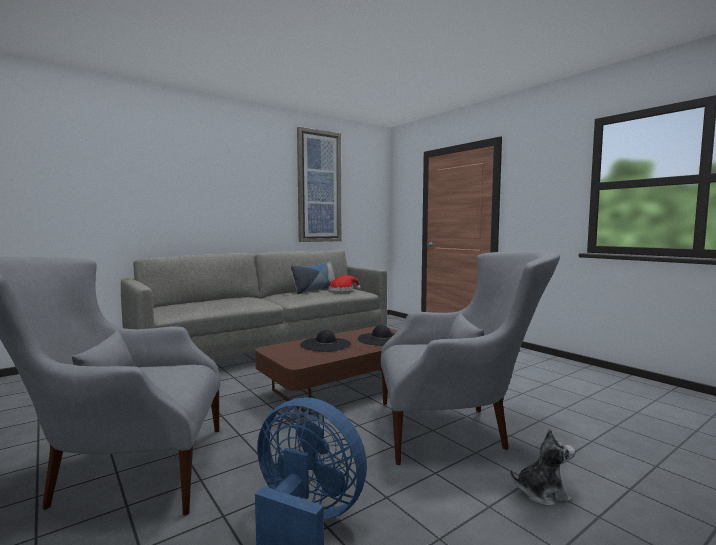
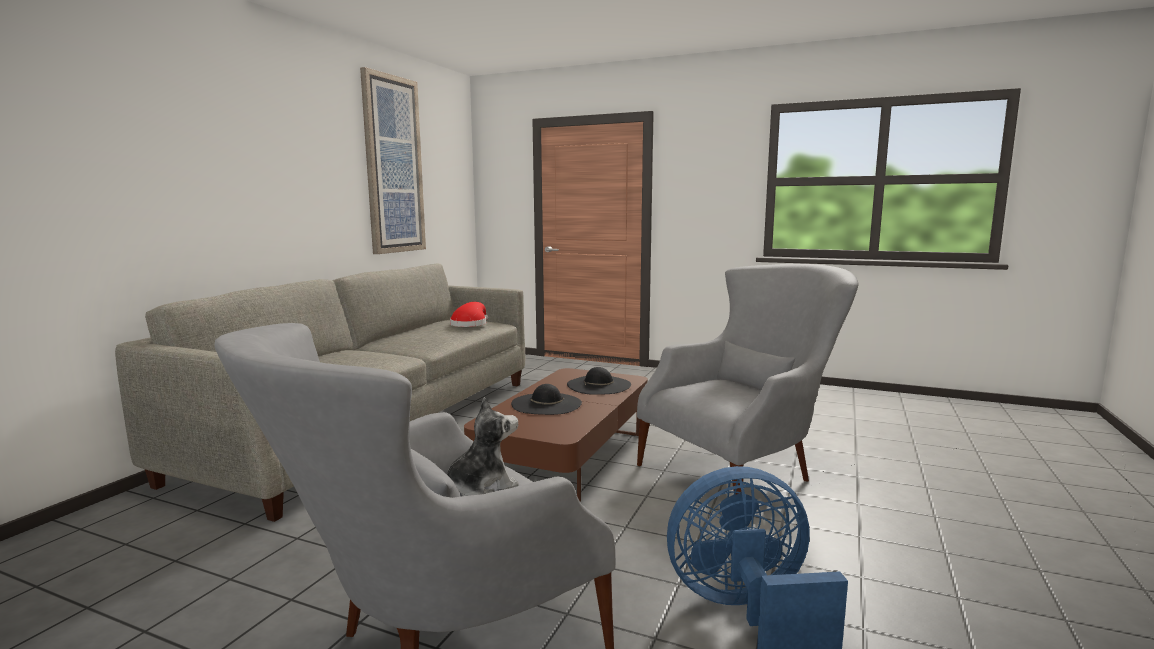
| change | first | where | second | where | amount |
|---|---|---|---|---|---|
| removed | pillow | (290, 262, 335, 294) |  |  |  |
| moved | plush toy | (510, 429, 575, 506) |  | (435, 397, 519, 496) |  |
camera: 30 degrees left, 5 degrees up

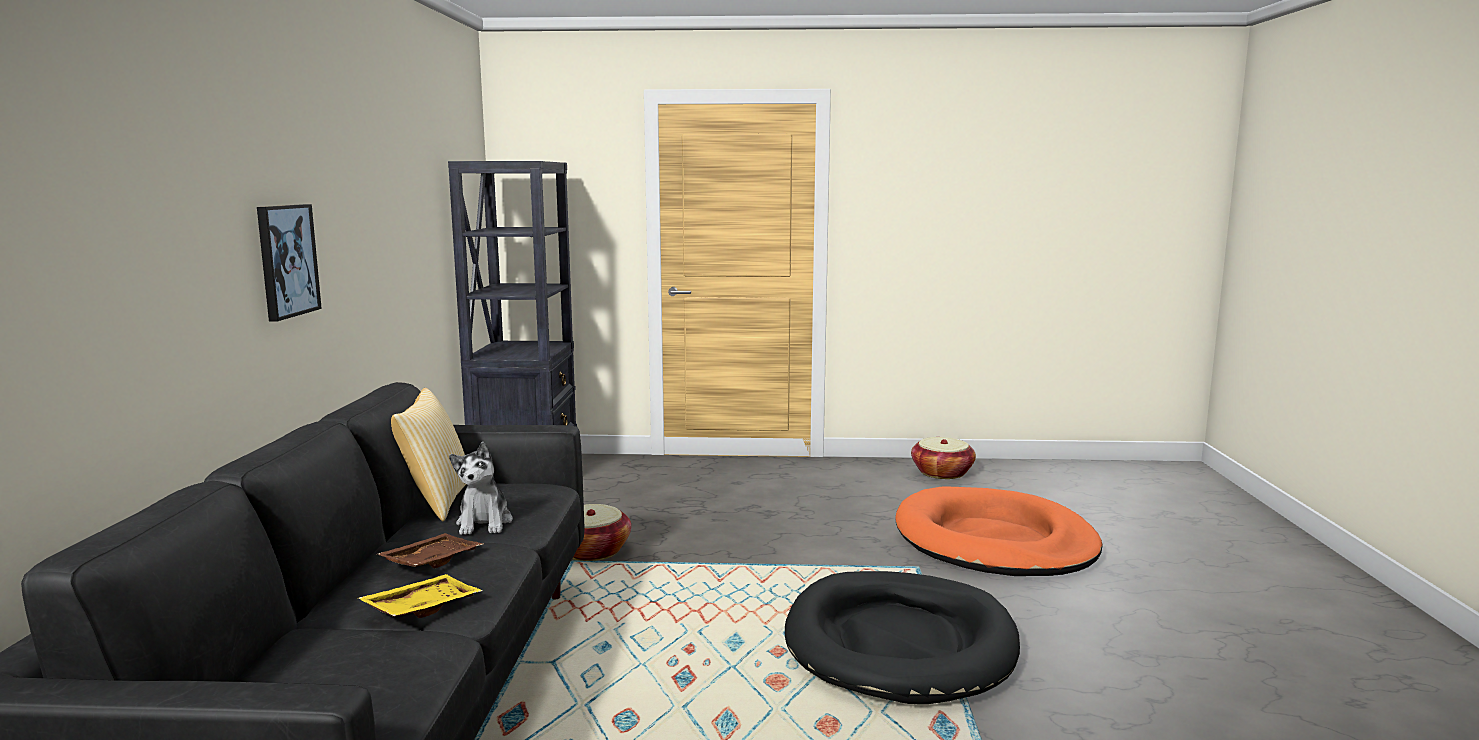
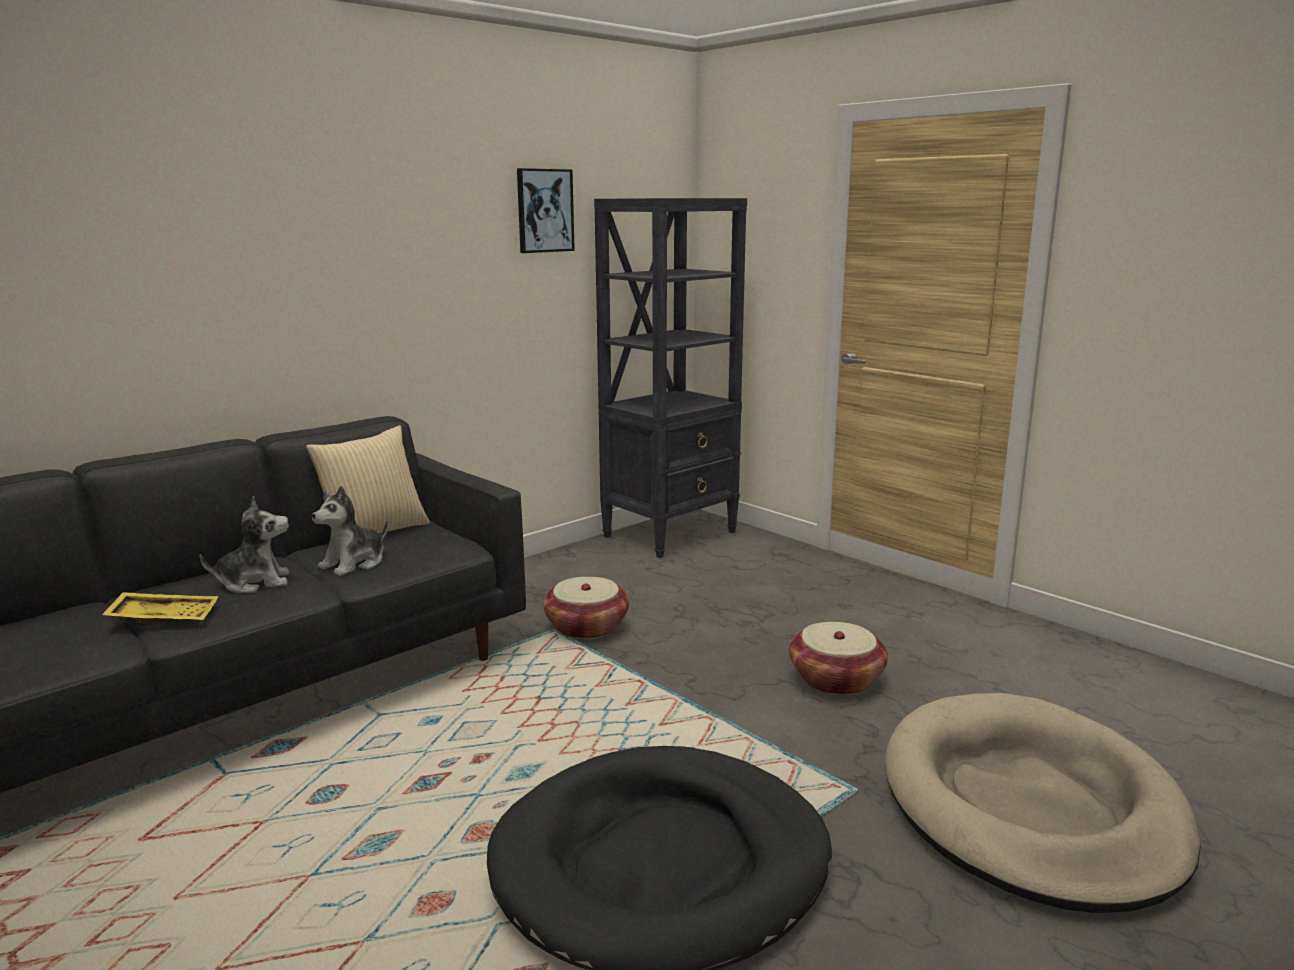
| change | first | where | second | where | amount |
|---|---|---|---|---|---|
| moved | picture | (257, 204, 322, 321) |  | (517, 168, 575, 253) |  |
| replaced | brown tray | (377, 533, 483, 568) | plush toy | (200, 496, 289, 593) |  |
| recoloured | orange dog bed | (896, 486, 1103, 576) | beige dog bed | (885, 693, 1201, 913) |  |
| moved | basket | (911, 437, 976, 479) |  | (789, 622, 888, 695) |  |
camera: 45 degrees right, 5 degrees up

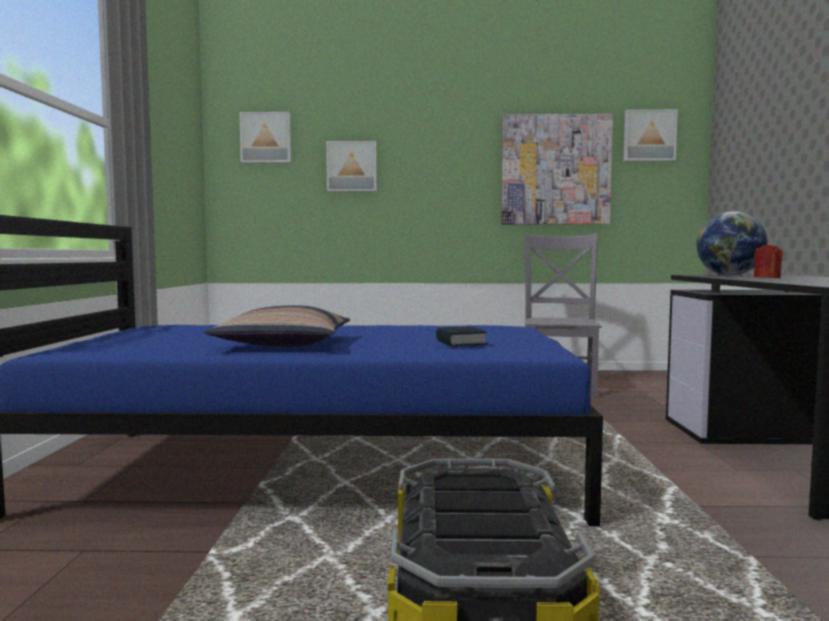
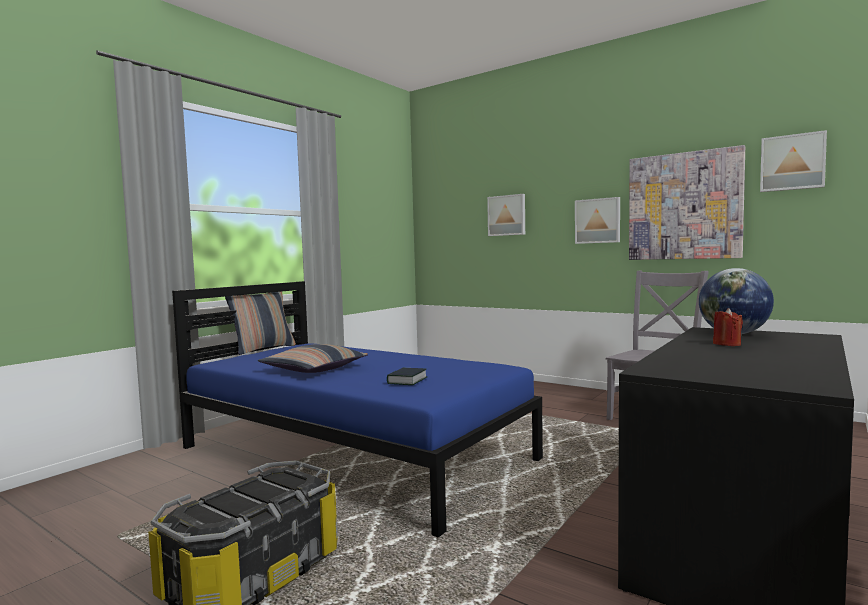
| change | first | where | second | where | amount |
|---|---|---|---|---|---|
| moved | picture | (239, 112, 291, 163) |  | (575, 197, 620, 244) |  |
| added |  |  | pillow | (225, 292, 296, 355) |  |
camera: 35 degrees right, 0 degrees up

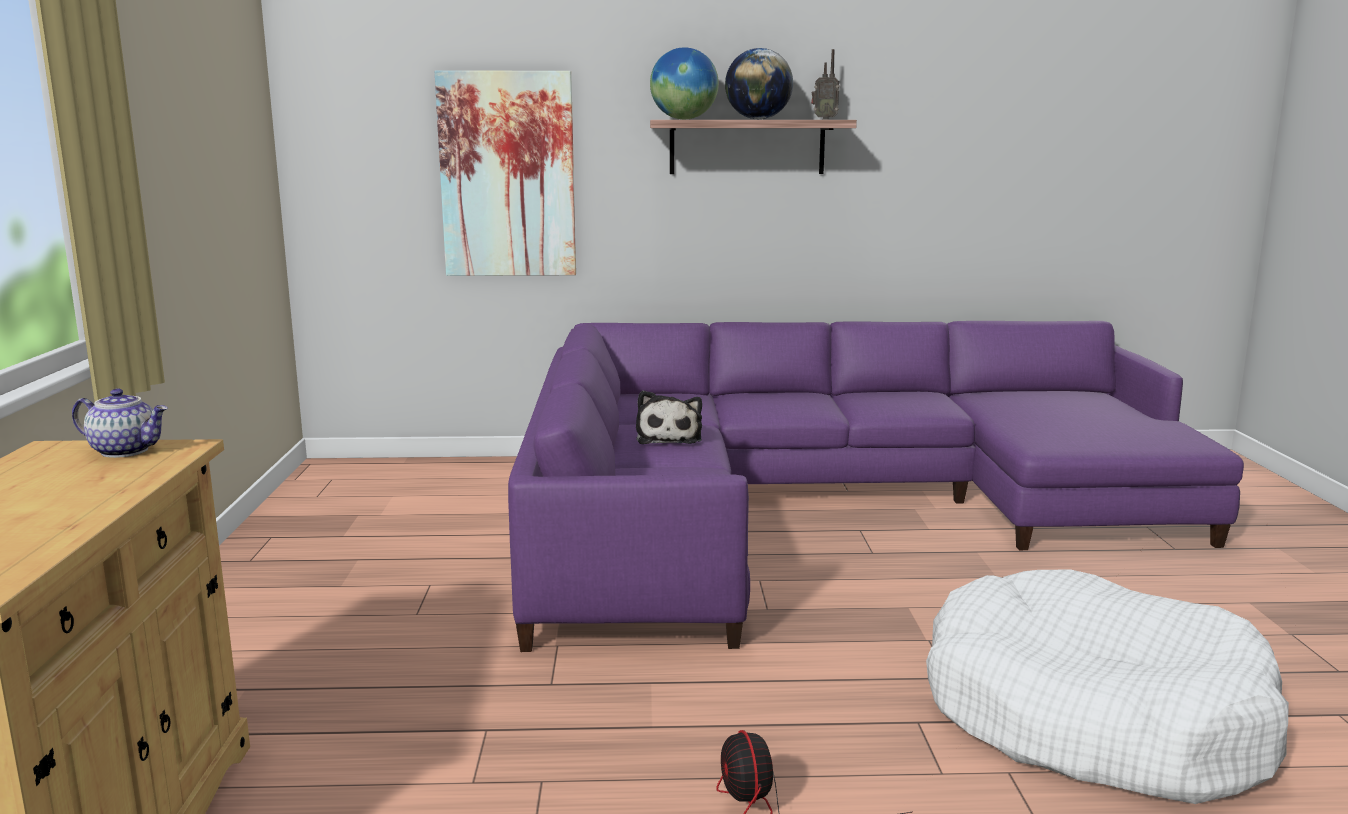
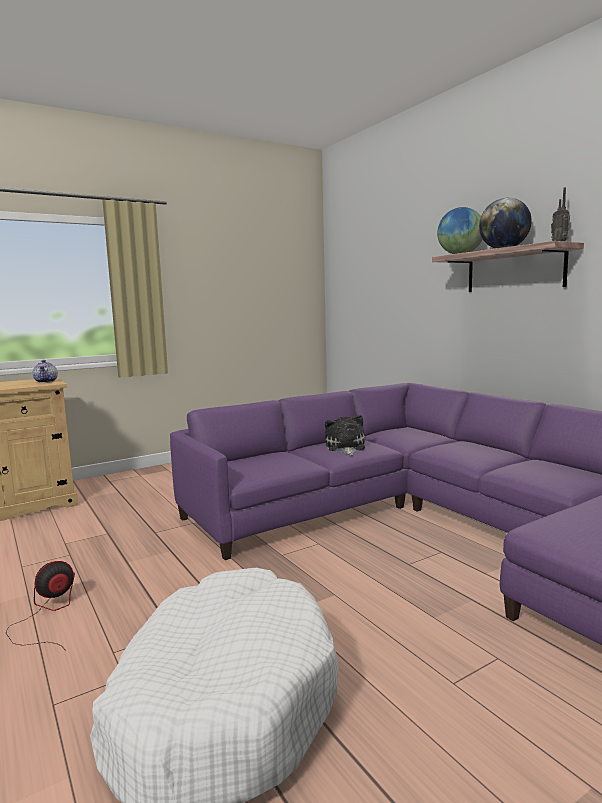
| change | first | where | second | where | amount |
|---|---|---|---|---|---|
| removed | picture | (435, 71, 576, 276) |  |  |  |
| turned | plush toy | (636, 391, 702, 444) |  | (325, 415, 365, 455) | 120 degrees clockwise |
camera: 60 degrees right, 5 degrees down

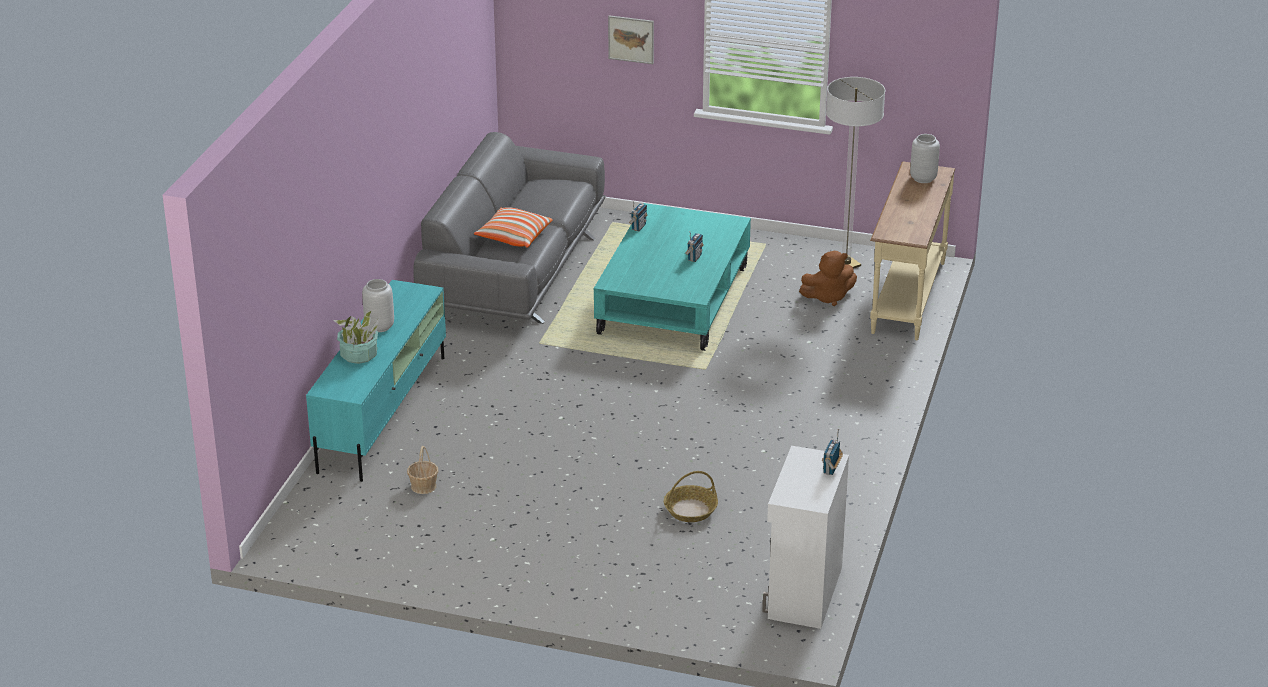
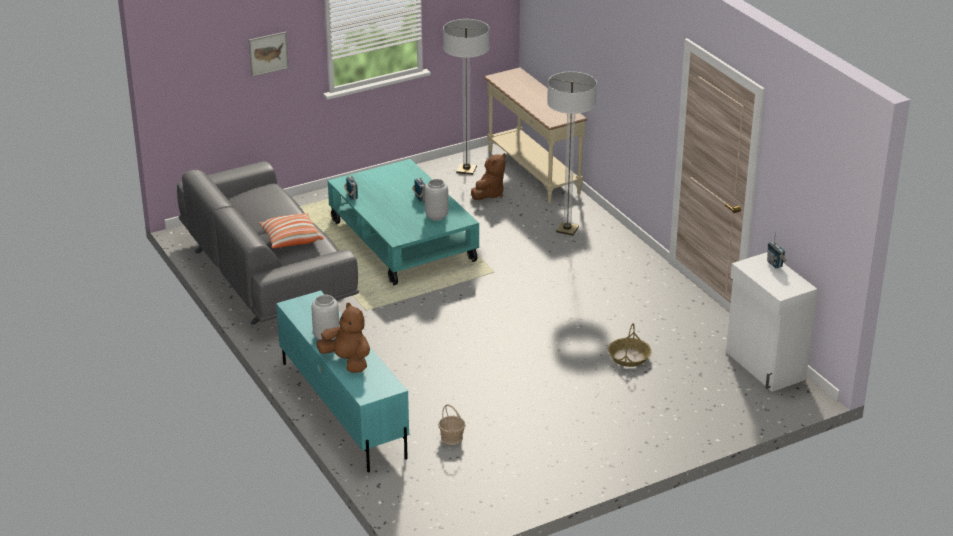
| change | first | where | second | where | amount |
|---|---|---|---|---|---|
| replaced | potted plant | (334, 310, 379, 364) | brown plush toy | (316, 303, 370, 373) |  |
| moved | grey vase | (910, 134, 940, 183) |  | (425, 179, 448, 221) |  |
| added |  |  | floor lamp | (547, 71, 597, 236) |  |
camera: 45 degrees left, 0 degrees up

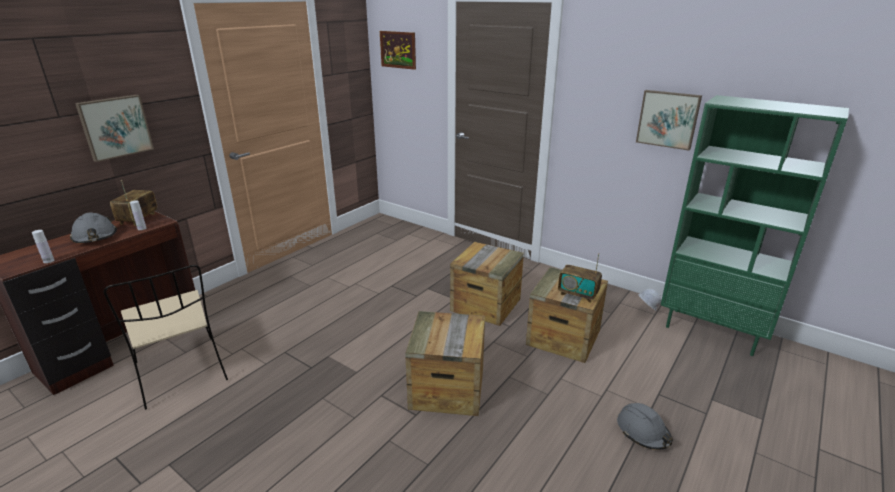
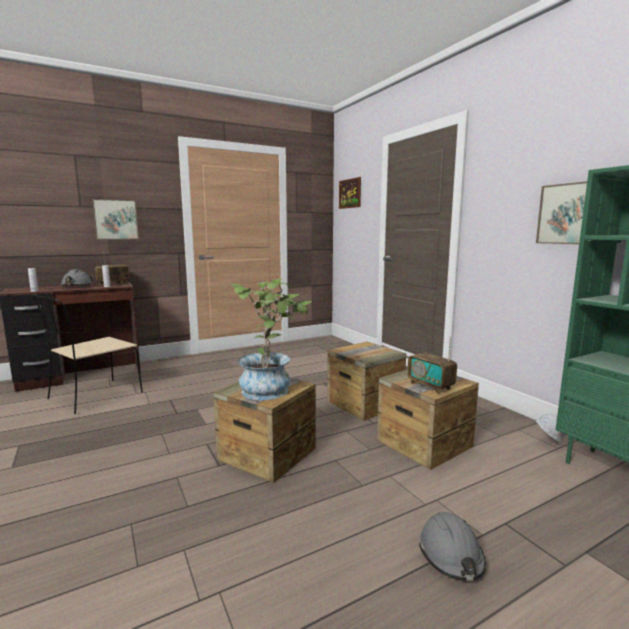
| change | first | where | second | where | amount |
|---|---|---|---|---|---|
| turned | beige chair | (104, 265, 228, 410) |  | (32, 294, 143, 414) | 45 degrees clockwise |
| added |  |  | potted plant | (230, 278, 312, 400) |  |
camera: 25 degrees right, 15 degrees down

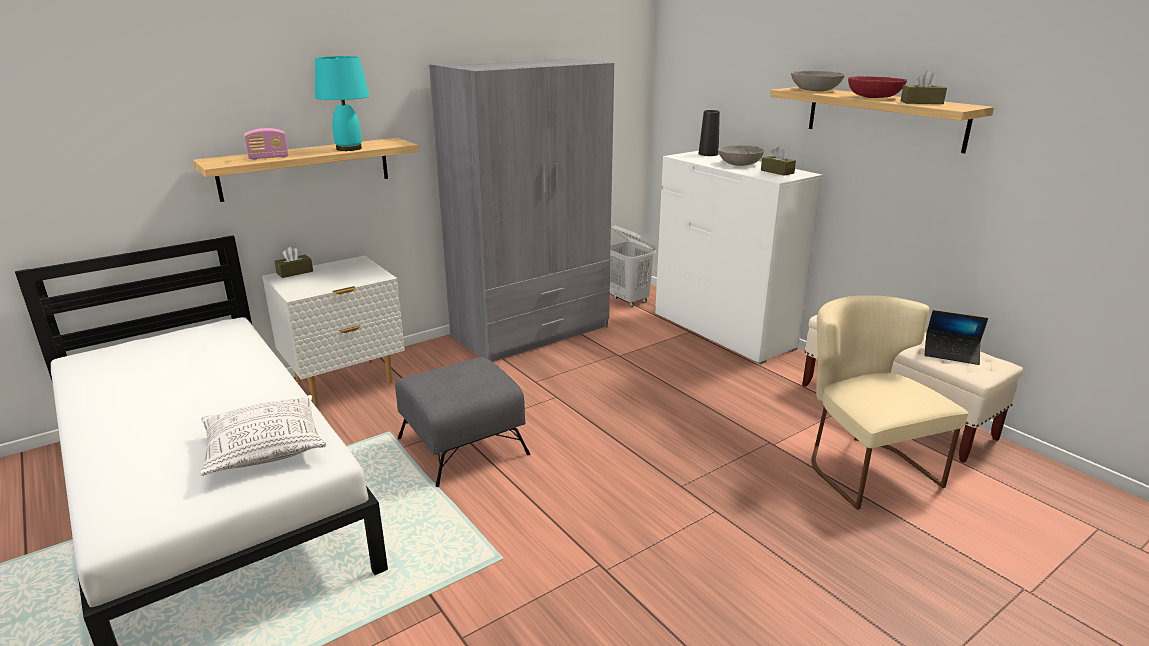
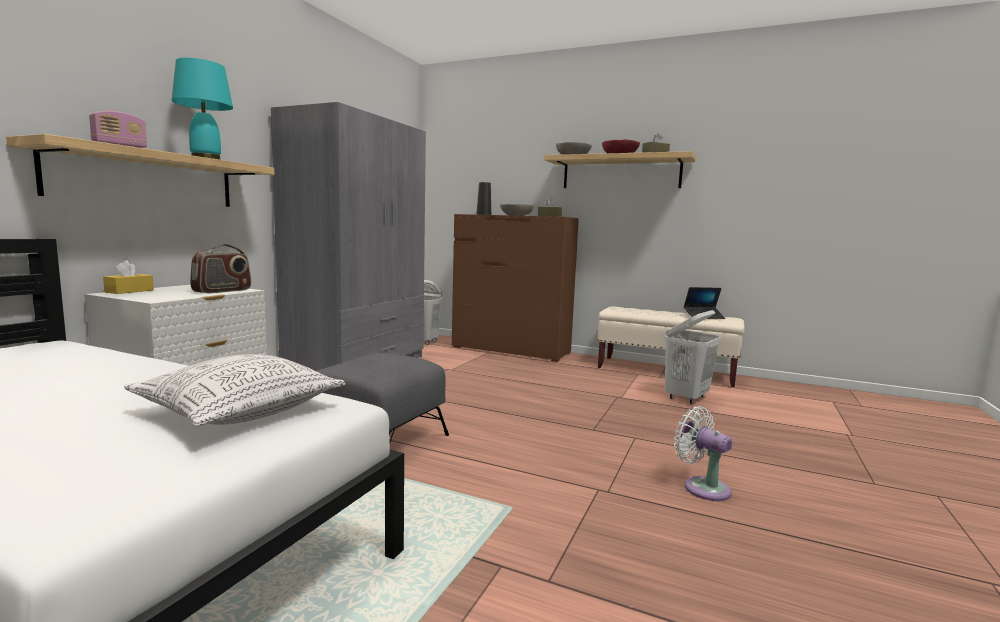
| change | first | where | second | where | amount |
|---|---|---|---|---|---|
| recoloured | brown tissue box | (274, 247, 313, 278) | yellow tissue box | (103, 260, 154, 294) |  |
| recoloured | white dresser | (655, 151, 823, 364) | brown dresser | (452, 214, 579, 362) |  |
| replaced | beige chair | (811, 295, 968, 510) | white laundry basket | (664, 310, 721, 404) |  |
| added |  |  | radio | (190, 244, 251, 293) |  |
| added |  |  | white fan | (674, 406, 732, 501) |  |
camera: 30 degrees left, 15 degrees down

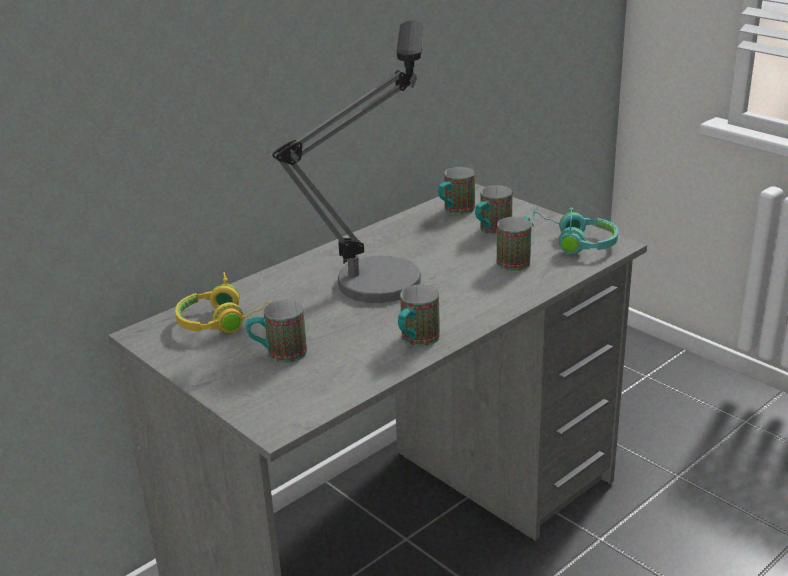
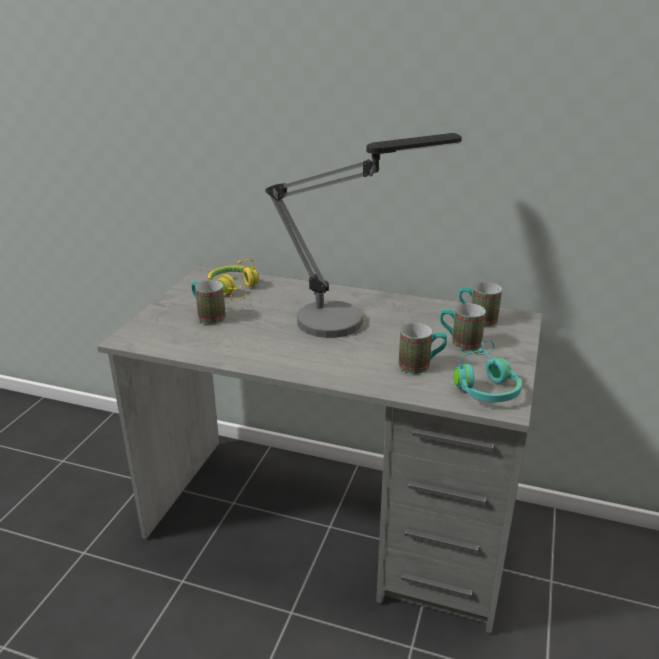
| change | first | where | second | where | amount |
|---|---|---|---|---|---|
| removed | mug | (398, 285, 440, 347) |  |  |  |
camera: 60 degrees right, 0 degrees up

